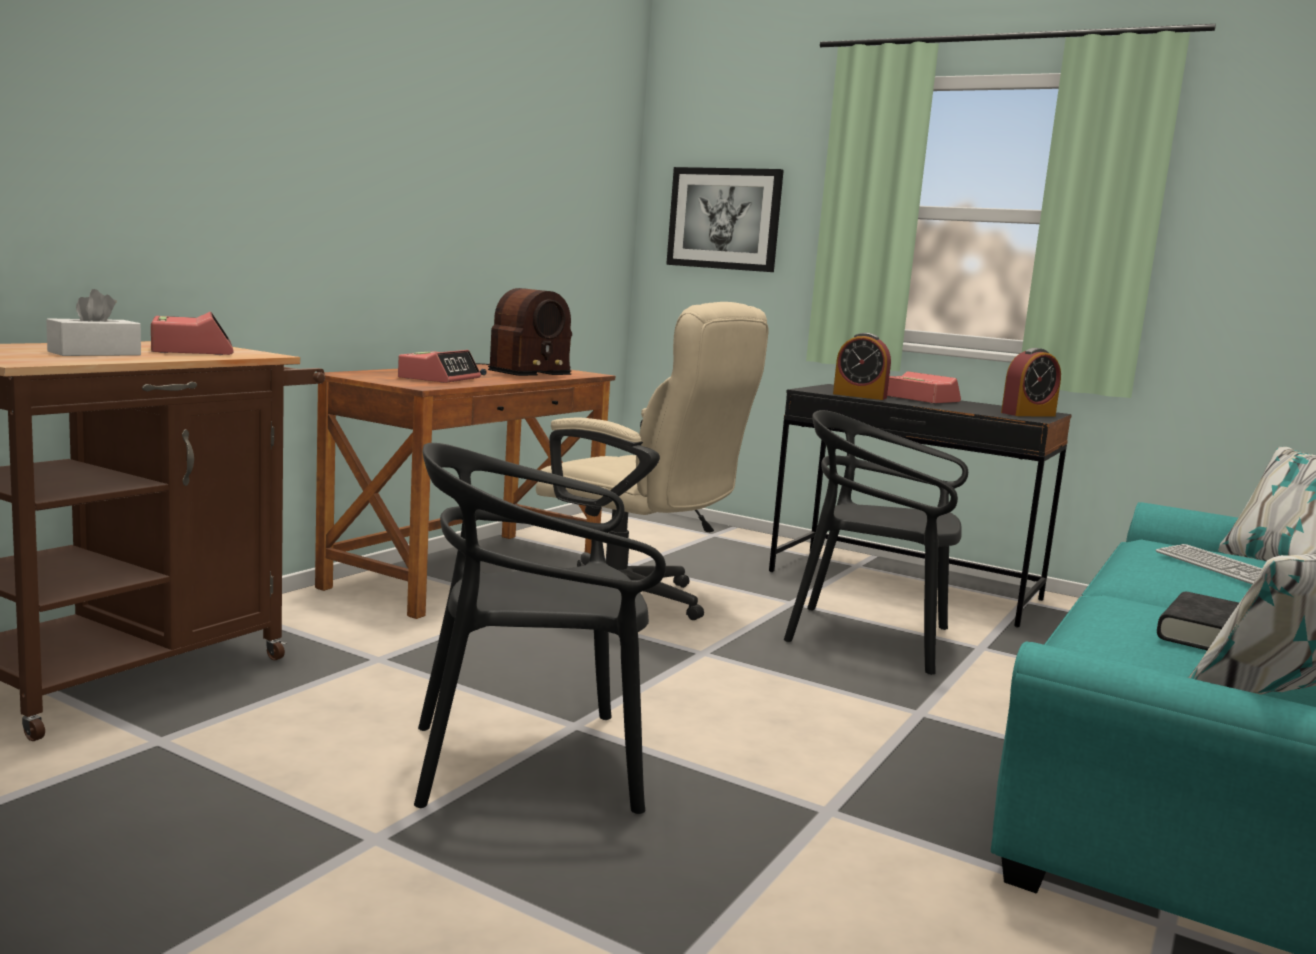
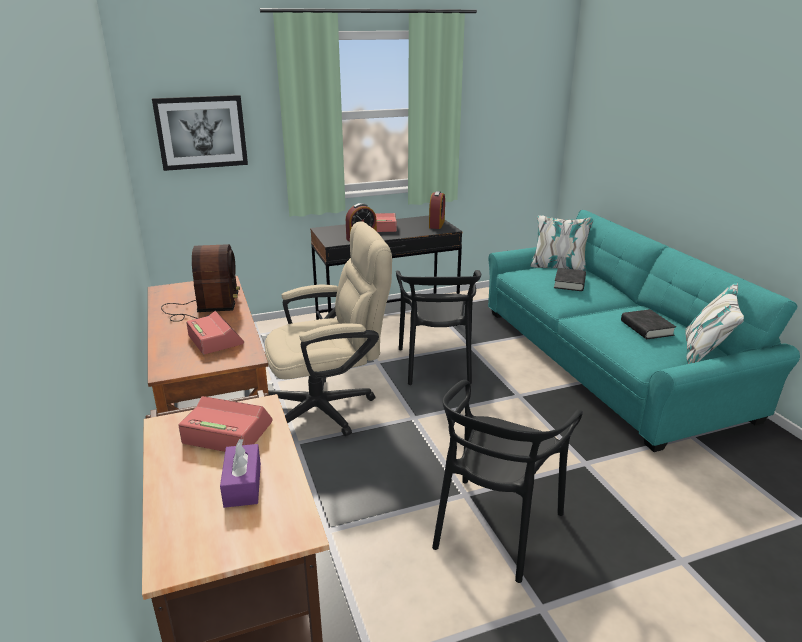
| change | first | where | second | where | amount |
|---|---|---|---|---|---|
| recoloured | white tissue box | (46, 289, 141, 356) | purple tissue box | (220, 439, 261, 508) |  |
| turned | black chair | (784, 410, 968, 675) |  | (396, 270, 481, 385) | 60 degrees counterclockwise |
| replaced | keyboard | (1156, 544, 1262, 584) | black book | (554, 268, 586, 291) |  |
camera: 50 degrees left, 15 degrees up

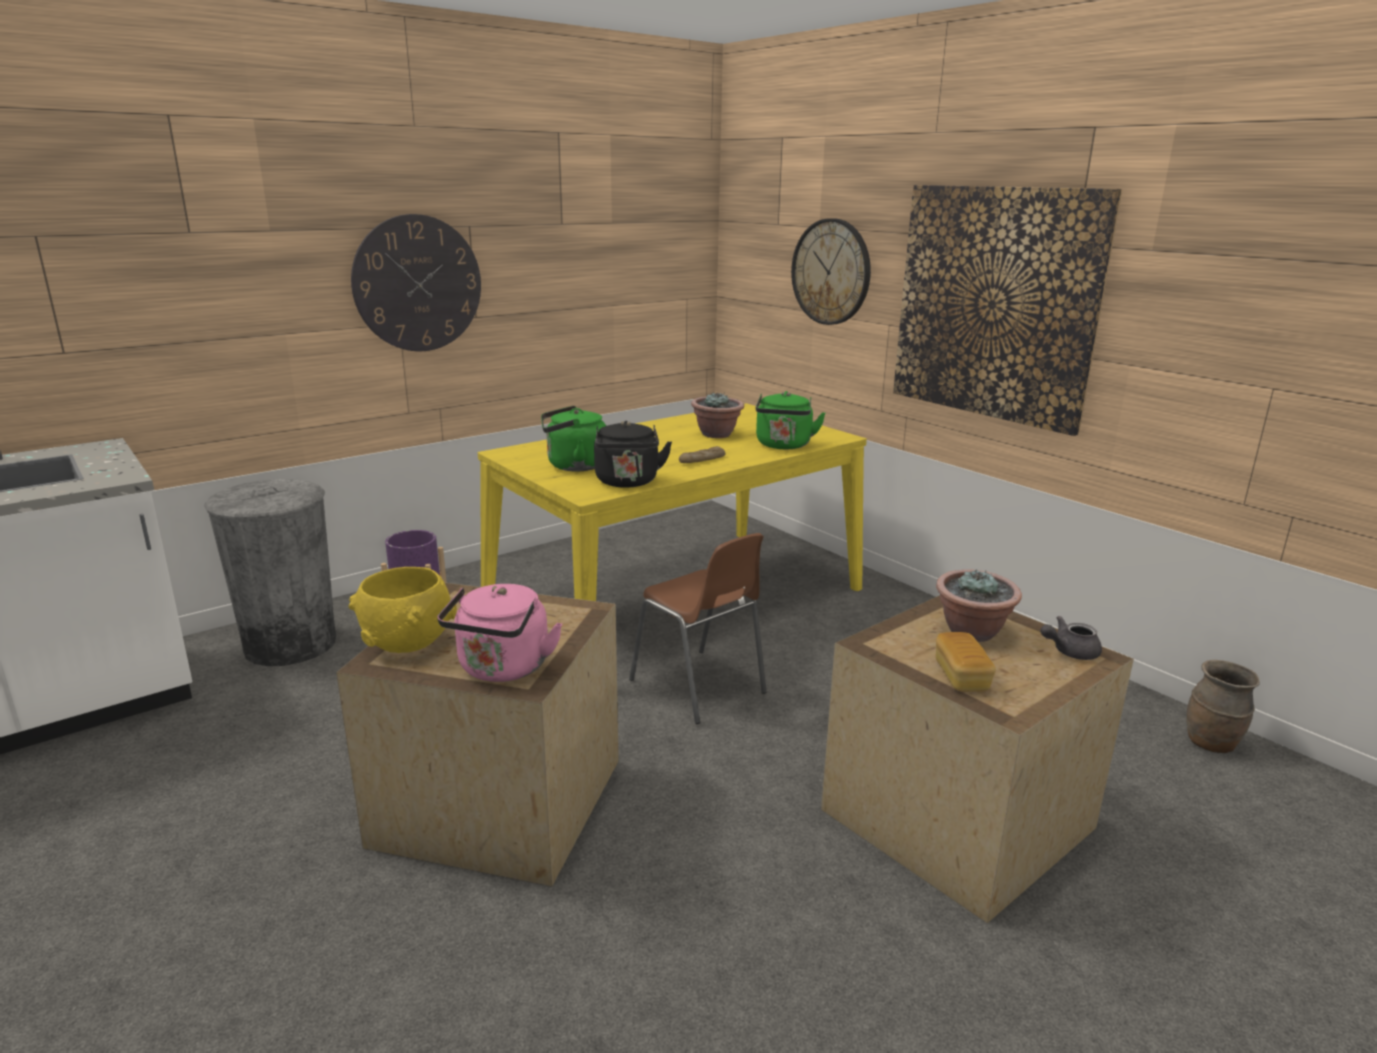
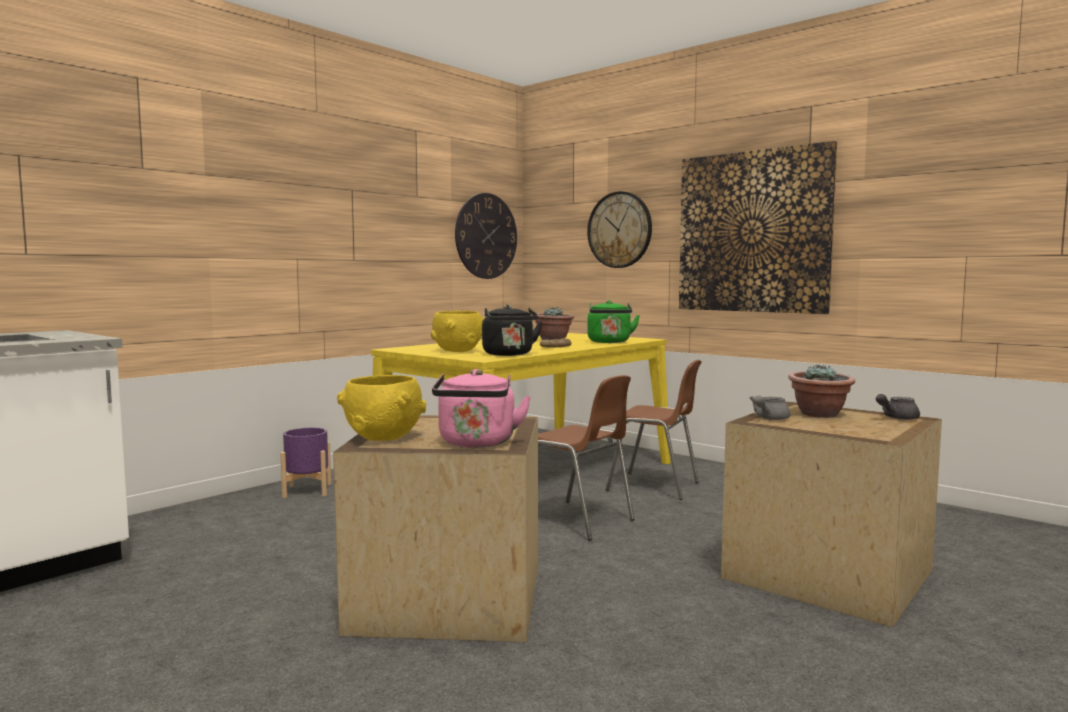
| change | first | where | second | where | amount |
|---|---|---|---|---|---|
| removed | grey trash can | (204, 479, 336, 666) |  |  |  |
| moved | wall clock | (351, 214, 481, 351) |  | (455, 193, 517, 279) |  |
| replaced | green kettle | (541, 406, 606, 471) | yellow bowl | (431, 311, 484, 352) |  |
| removed | bread | (936, 632, 996, 691) |  |  |  |
| removed | brown vase | (1186, 660, 1260, 753) |  |  |  |
| added |  |  | brown chair | (606, 360, 702, 500) |  |
| added |  |  | grey teapot | (750, 395, 790, 420) |  |
camera: 10 degrees left, 15 degrees down

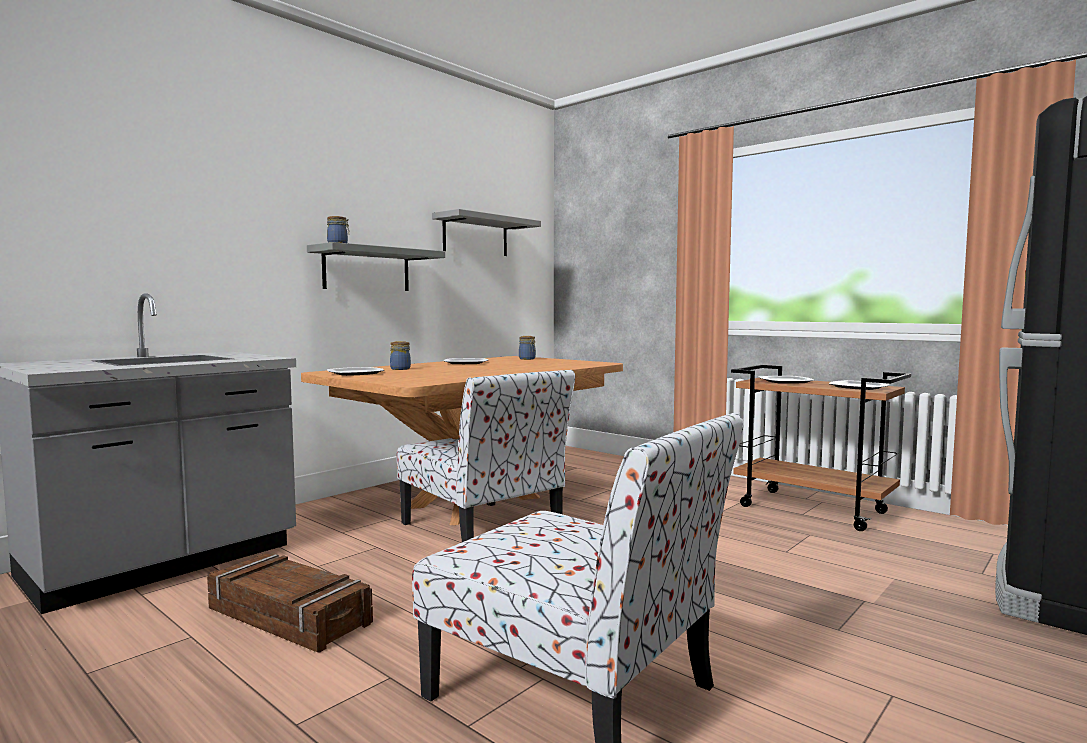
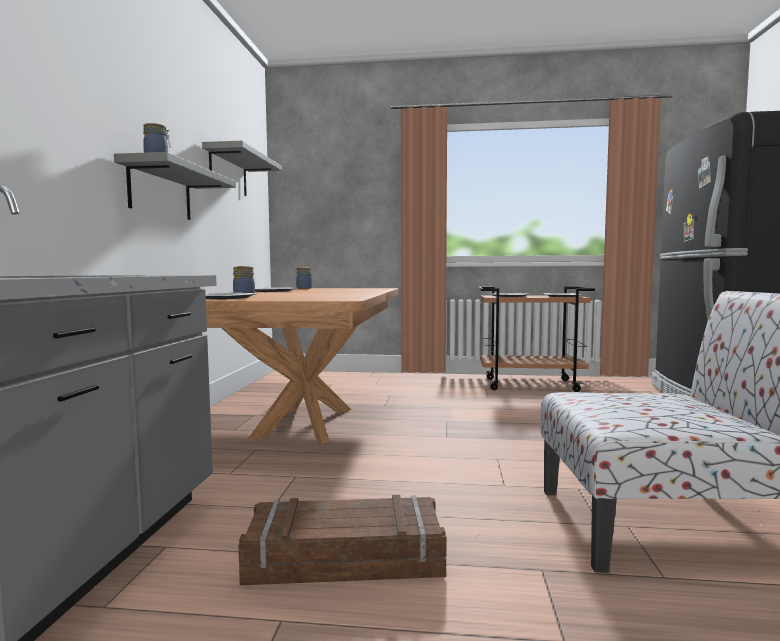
| change | first | where | second | where | amount |
|---|---|---|---|---|---|
| removed | chair | (397, 370, 575, 542) |  |  |  |
camera: 35 degrees left, 0 degrees up

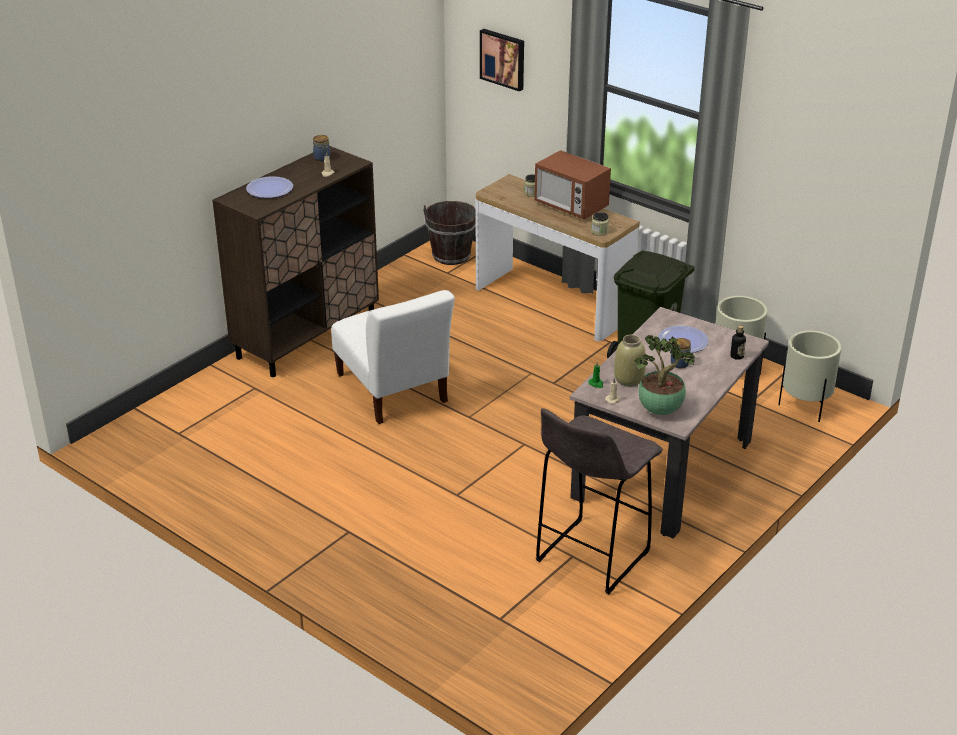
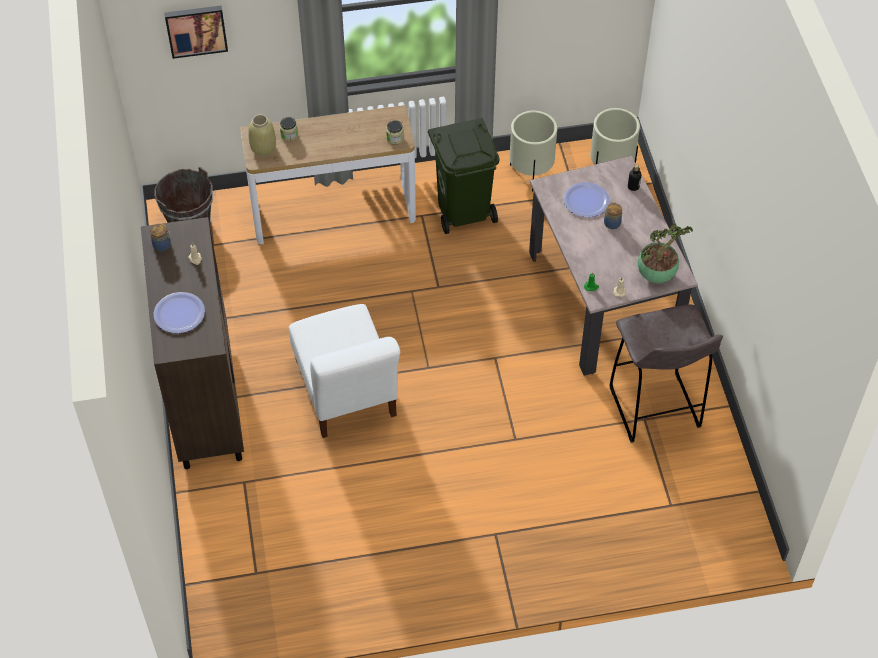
| change | first | where | second | where | amount |
|---|---|---|---|---|---|
| turned | white chair | (331, 290, 455, 424) |  | (289, 304, 400, 438) | 60 degrees clockwise |
| removed | microwave | (534, 150, 611, 220) |  |  |  |
| moved | beige vase | (614, 335, 646, 387) |  | (248, 114, 276, 156) |  |
camera: 50 degrees left, 20 degrees up

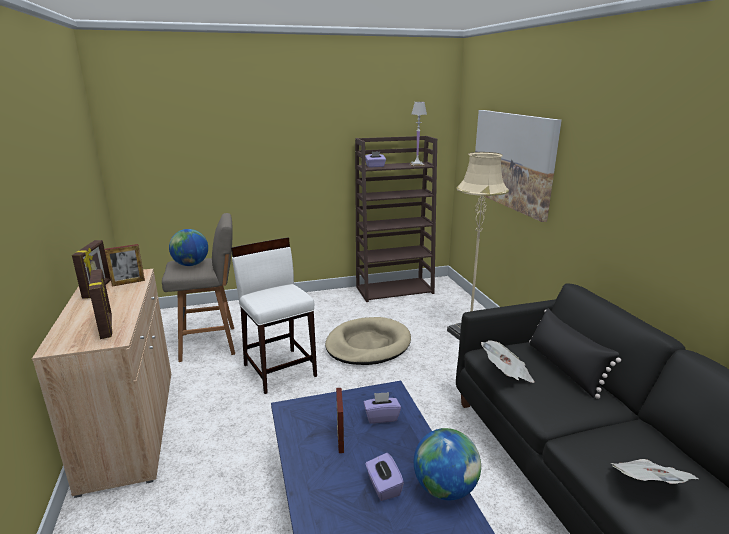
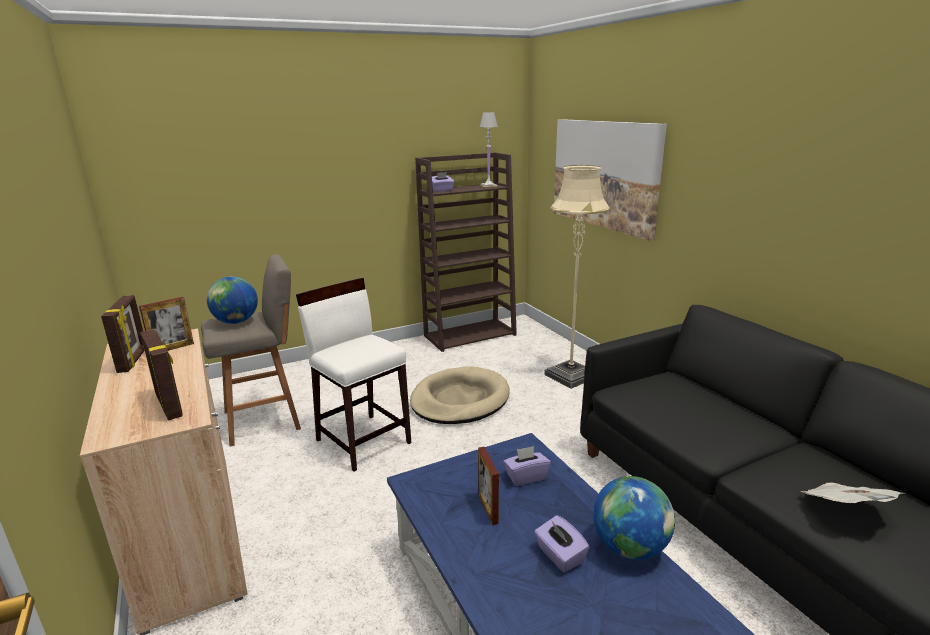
| change | first | where | second | where | amount |
|---|---|---|---|---|---|
| removed | newspaper | (481, 340, 534, 383) |  |  |  |
| removed | black pillow | (529, 308, 621, 399) |  |  |  |
camera: 10 degrees left, 0 degrees up

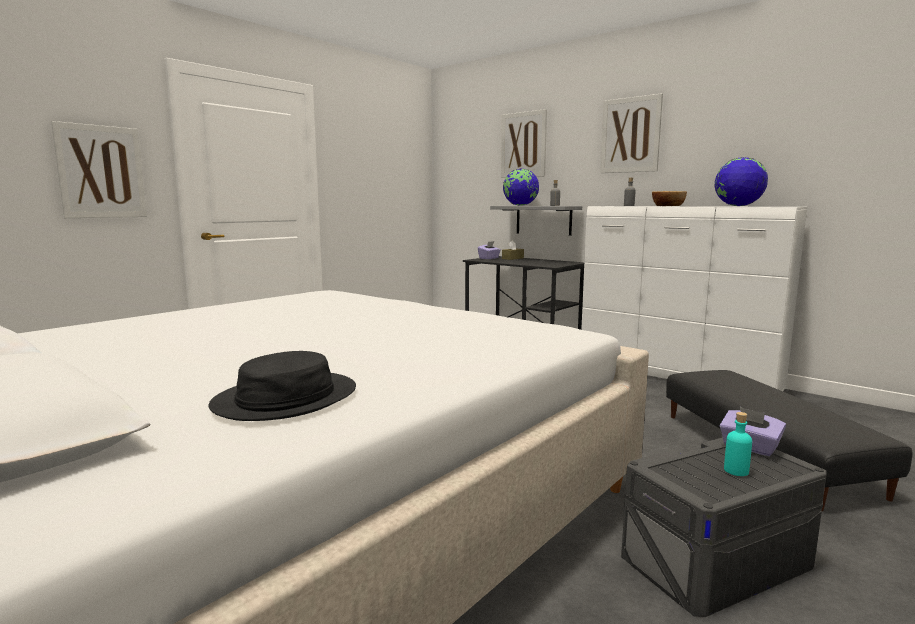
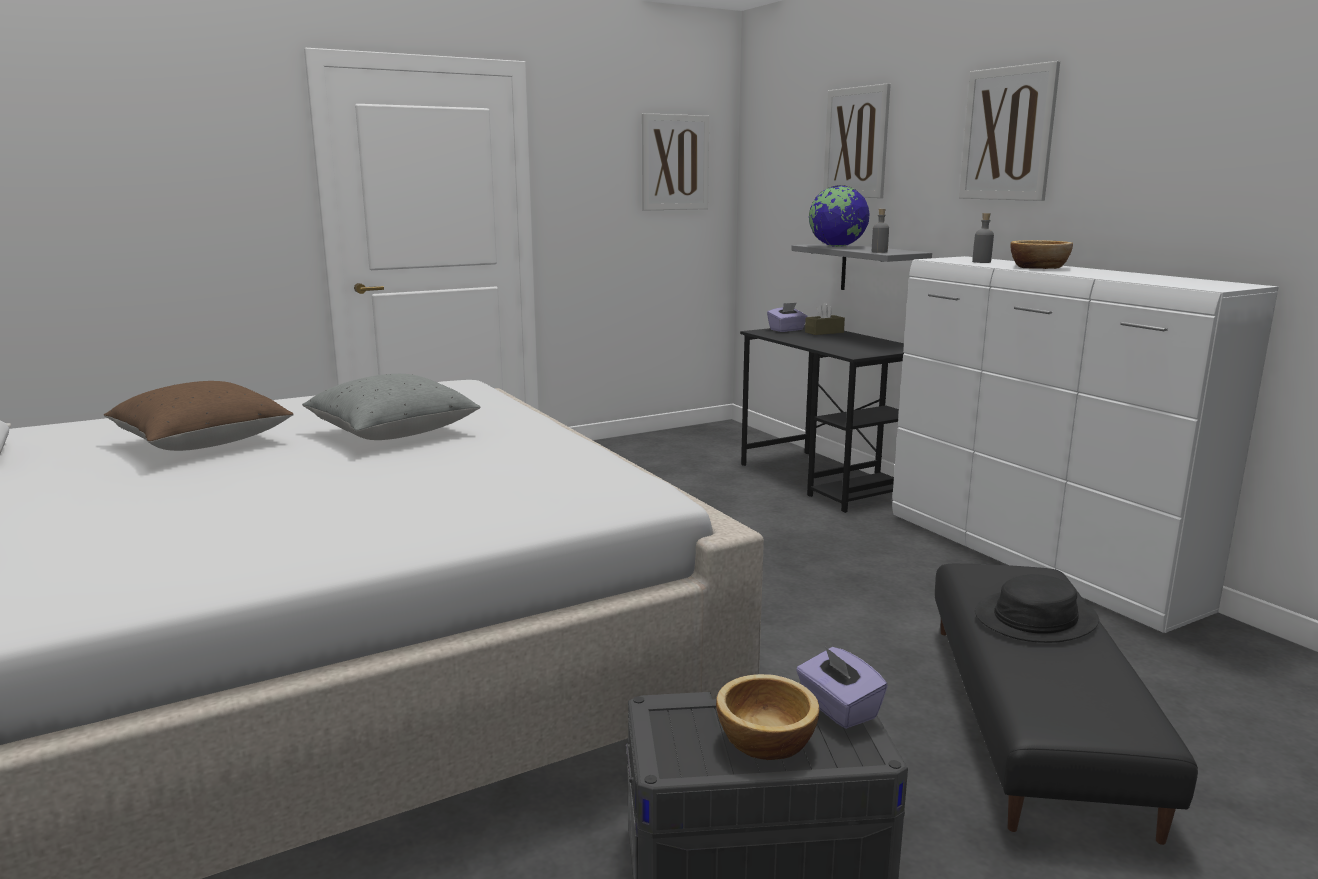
| change | first | where | second | where | amount |
|---|---|---|---|---|---|
| moved | picture | (51, 121, 147, 218) |  | (642, 113, 709, 211) |  |
| moved | black hat | (209, 351, 356, 421) |  | (975, 574, 1099, 643) |  |
| removed | globe | (714, 157, 768, 206) |  |  |  |
| replaced | turquoise bottle | (724, 412, 752, 476) | bowl | (716, 674, 819, 760) |  |
| added |  |  | brown pillow | (104, 381, 293, 451) |  |
| added |  |  | grey pillow | (302, 374, 481, 440) |  |
camera: 20 degrees right, 5 degrees up

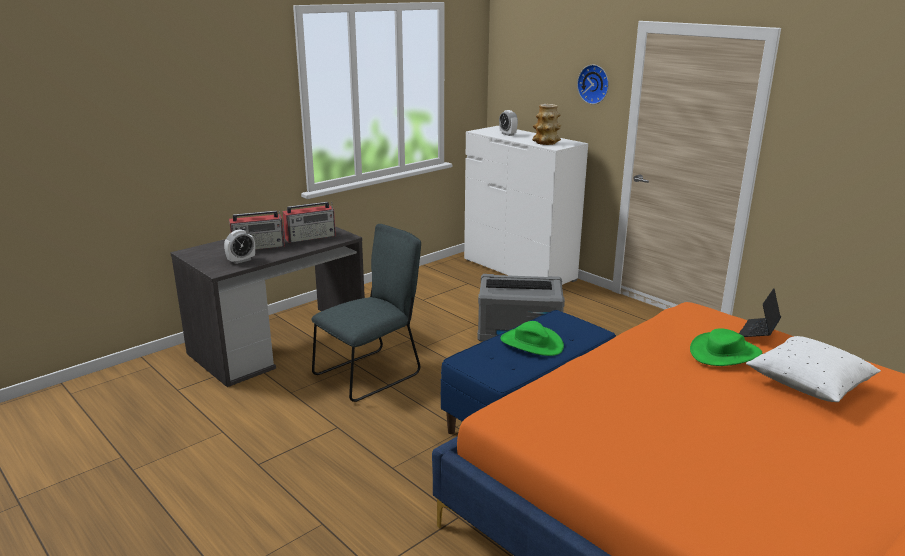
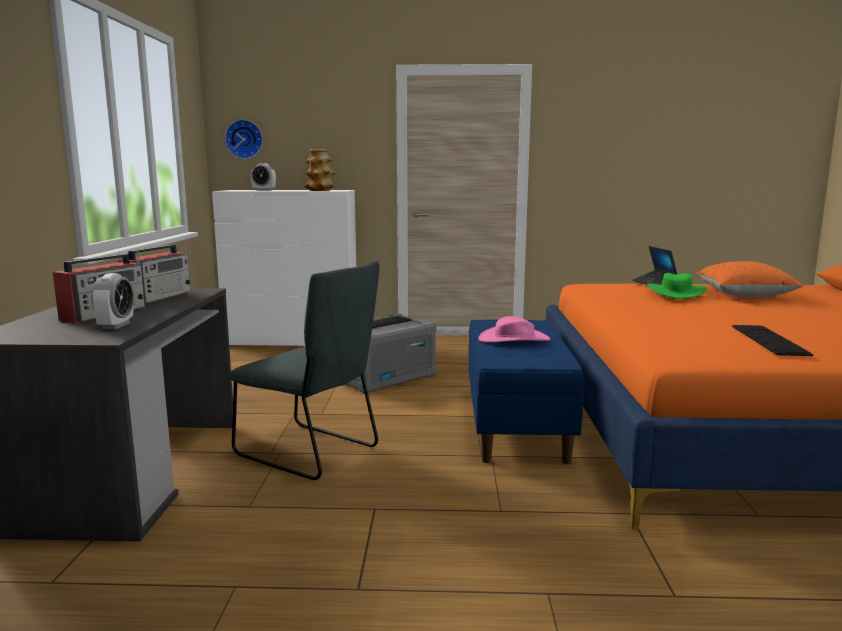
| change | first | where | second | where | amount |
|---|---|---|---|---|---|
| turned | grey chair | (312, 224, 421, 402) |  | (229, 261, 379, 480) | 120 degrees clockwise |
| recoloured | green hat | (500, 321, 564, 356) | pink hat | (478, 316, 550, 342) |  |
| moved | wall clock | (577, 65, 609, 104) |  | (225, 119, 263, 159) |  |
| recoloured | white pillow | (746, 336, 881, 402) | orange pillow | (696, 261, 803, 297) |  |
| added |  |  | keyboard | (732, 325, 813, 356) |  |
camera: 45 degrees left, 10 degrees down

